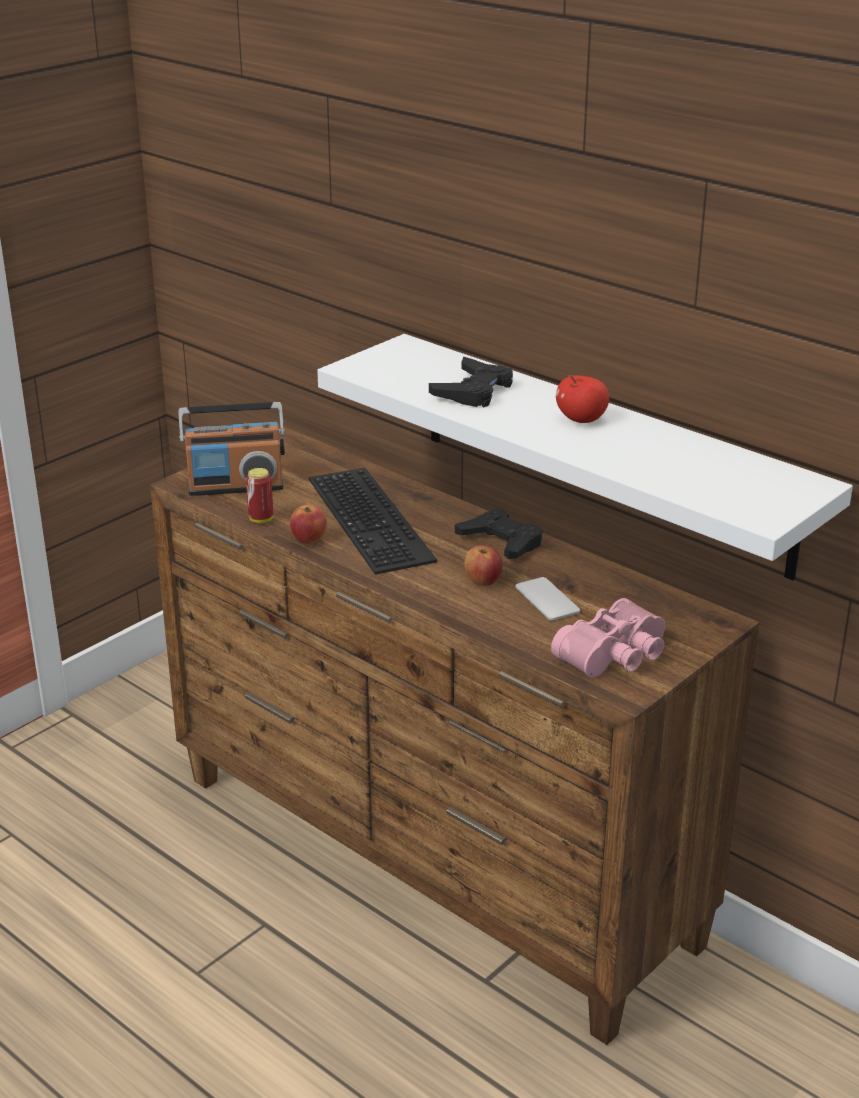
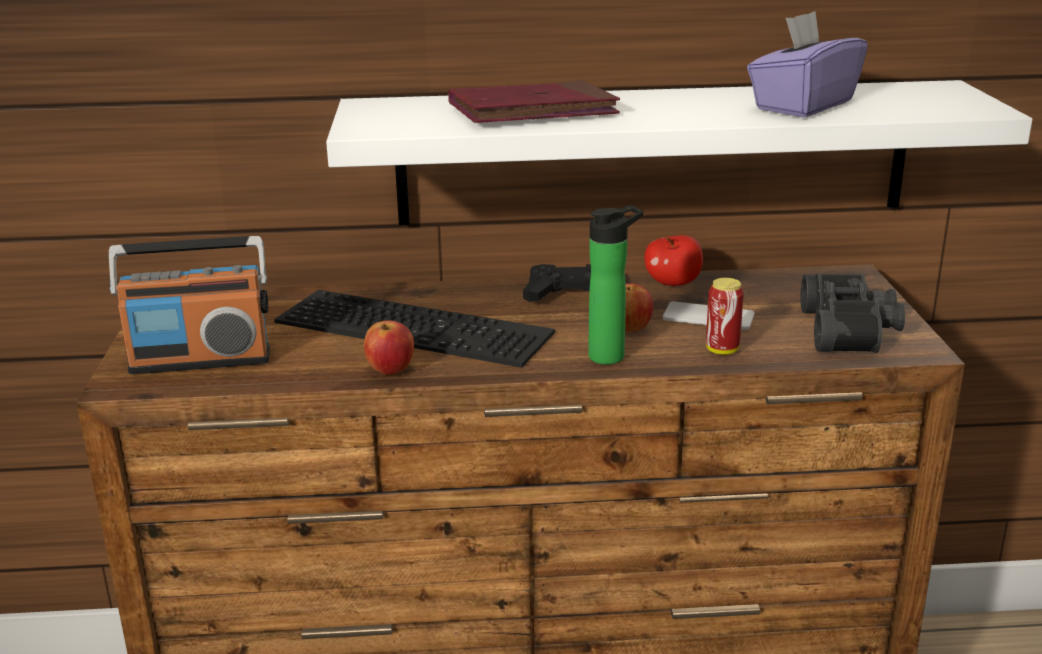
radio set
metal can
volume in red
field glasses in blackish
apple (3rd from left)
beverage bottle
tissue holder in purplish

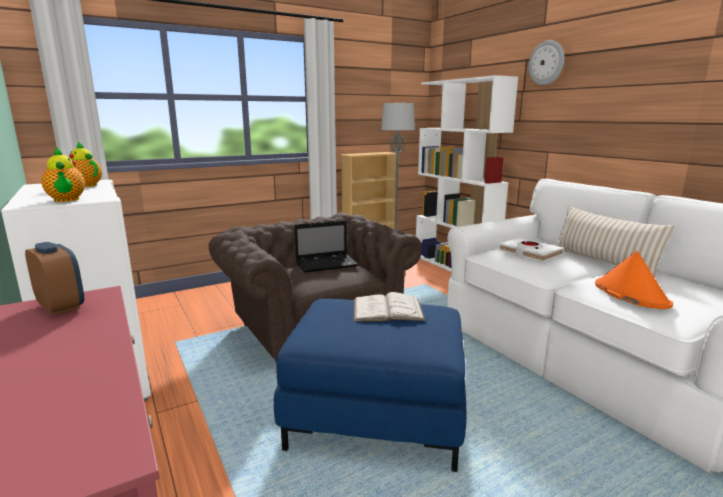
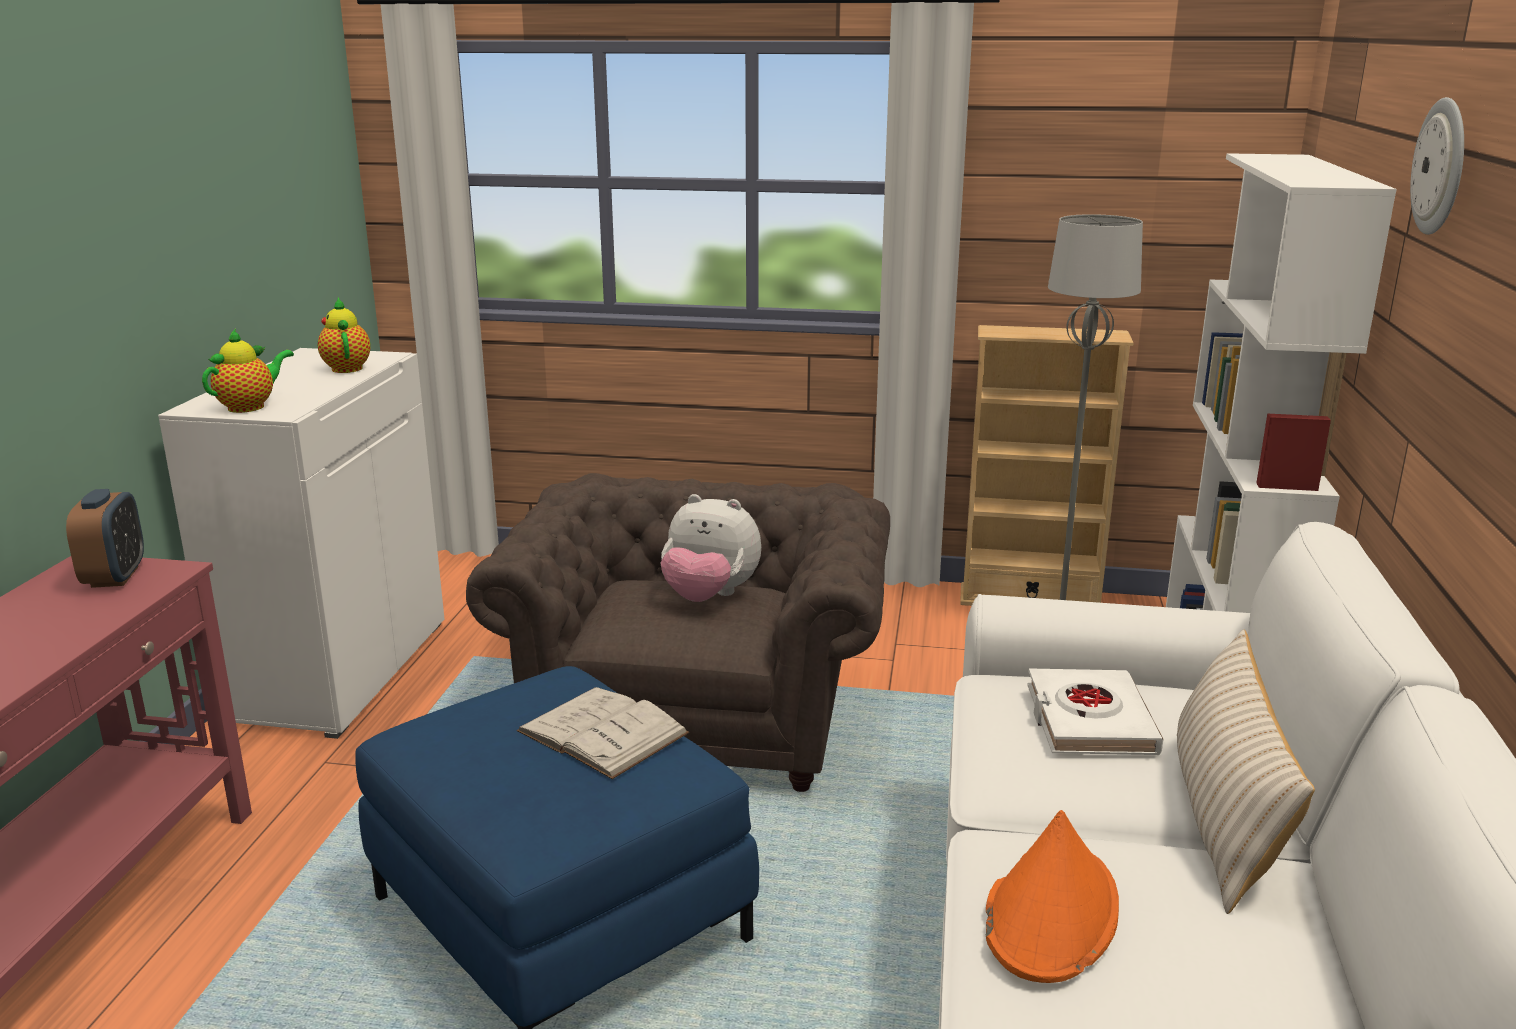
teapot (1st from left)
cuddly toy

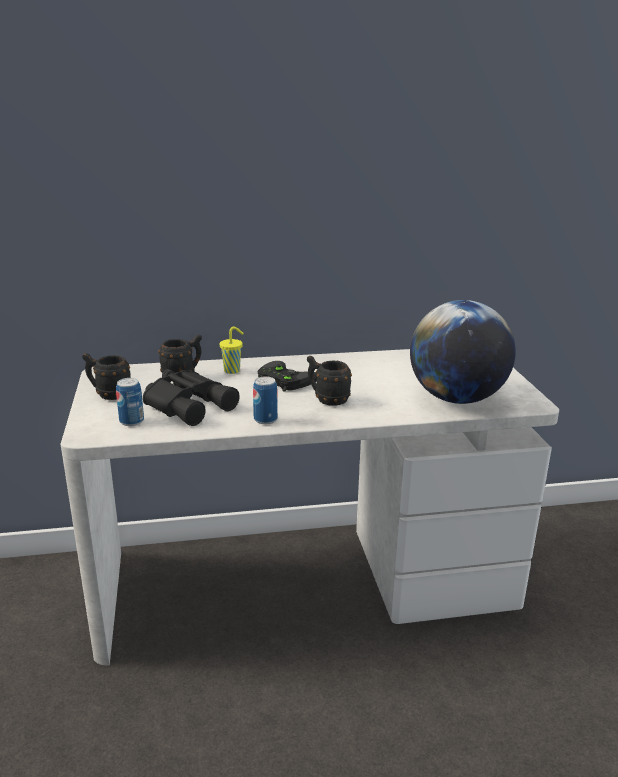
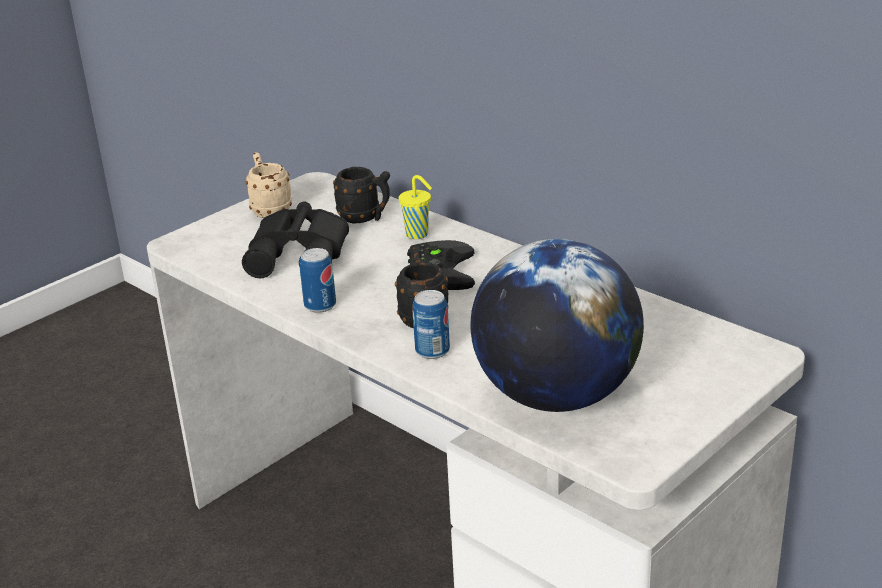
coffee mug in sand-coloured
metal can (2nd from left)

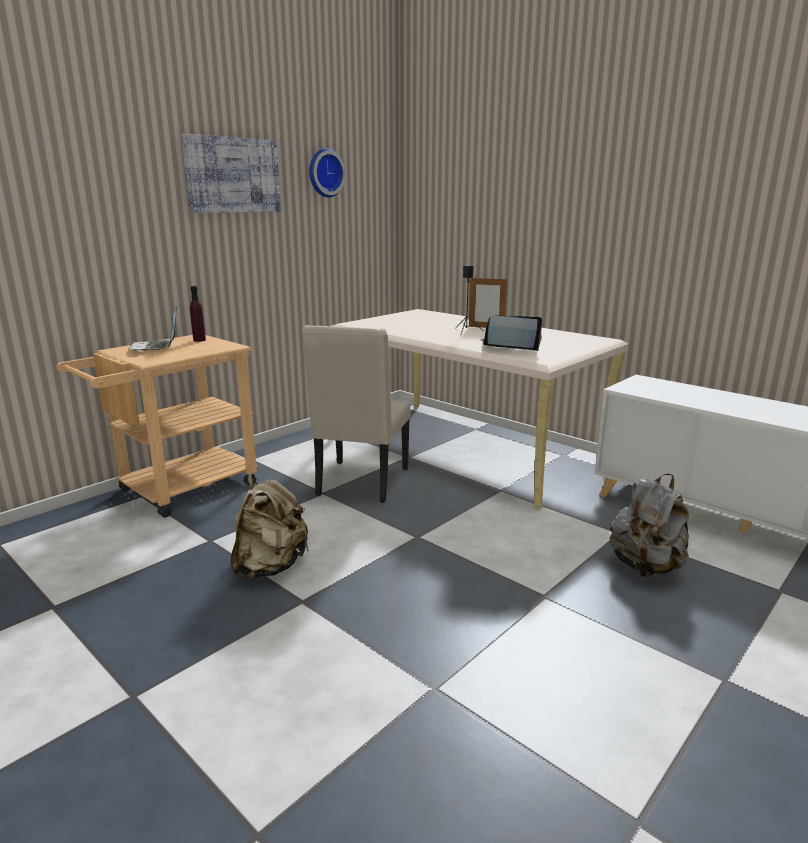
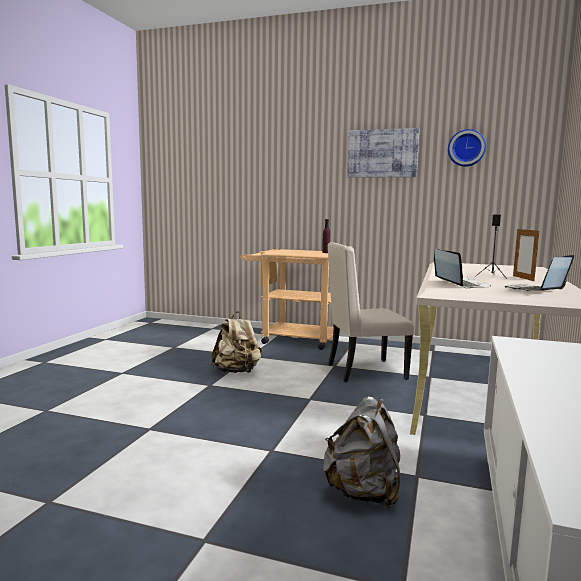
notebook computer (2nd from left)

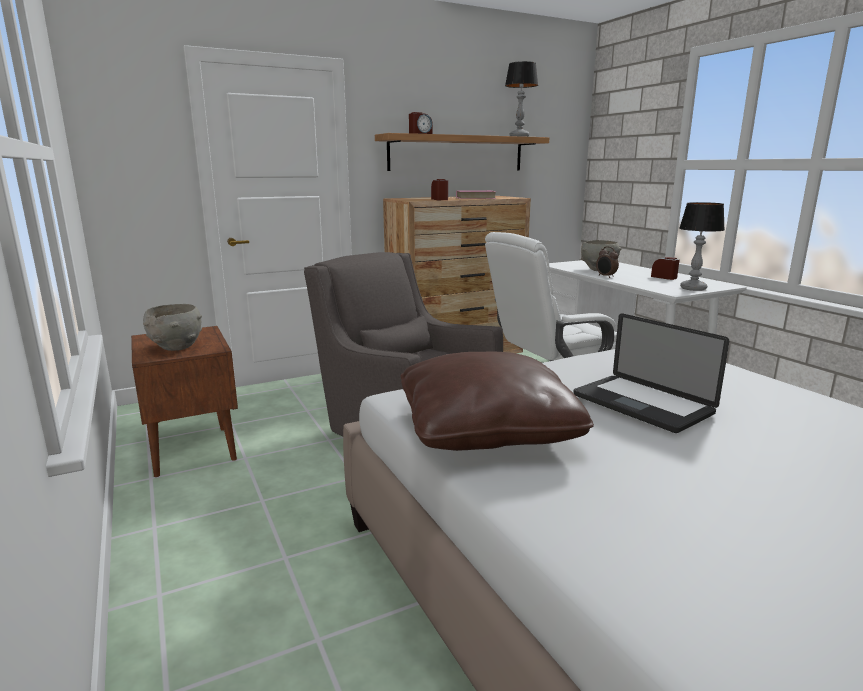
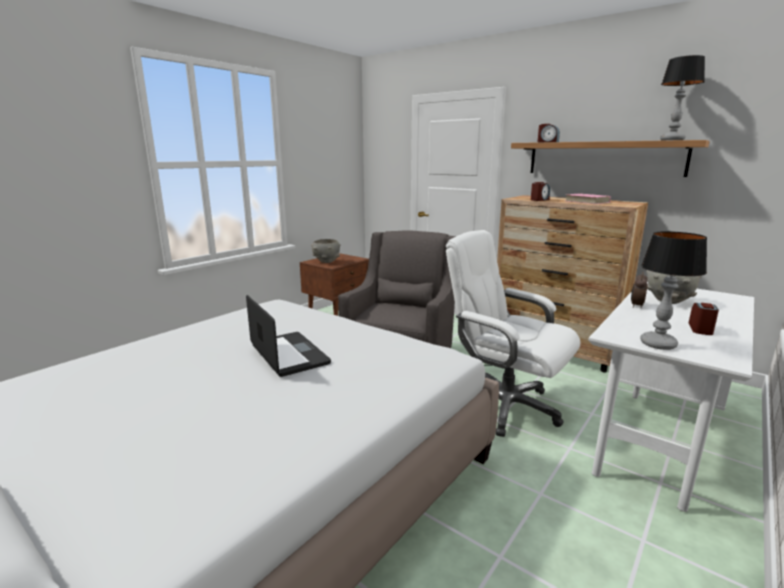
cushion in brown-coloured
notebook computer

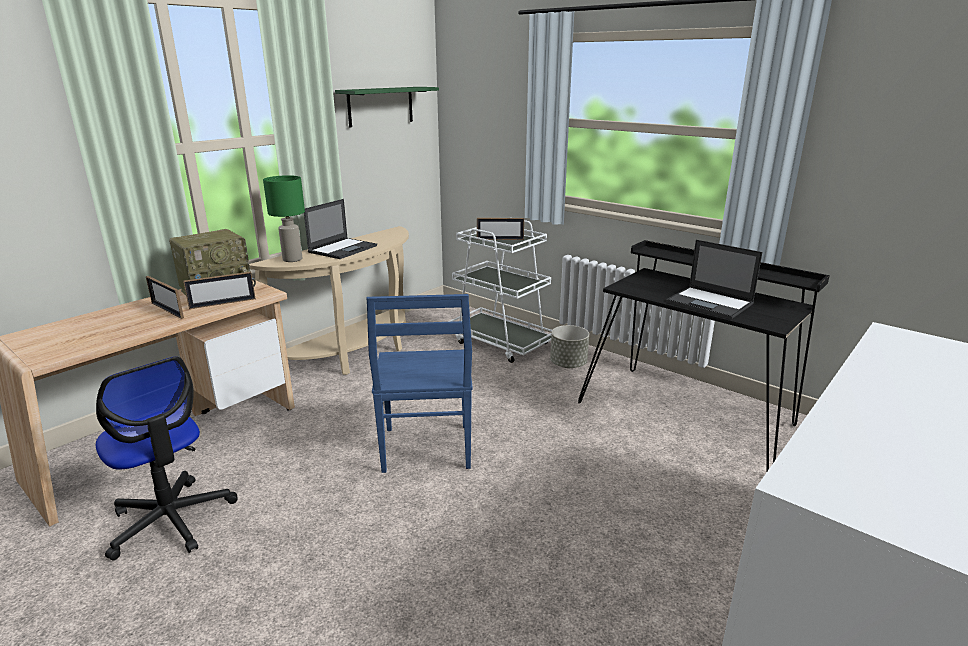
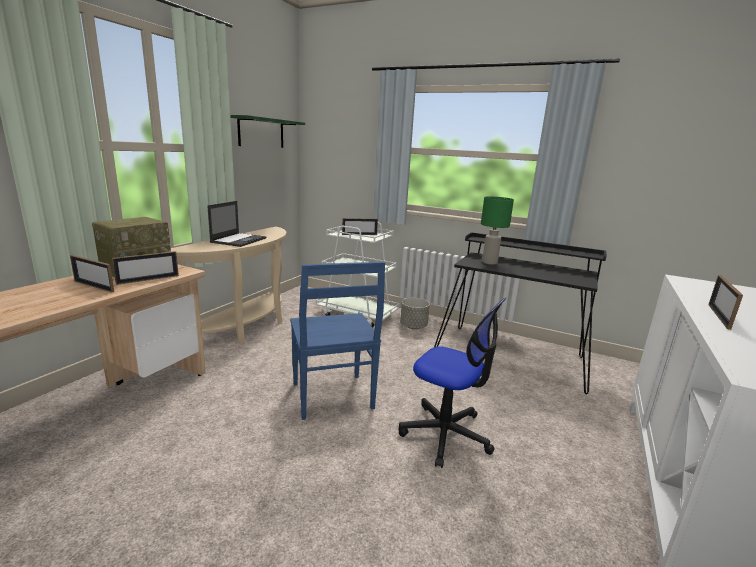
computer chair
lamp for a table in greenish
notebook computer (2nd from left in the first image)
standing frame (4th from left)

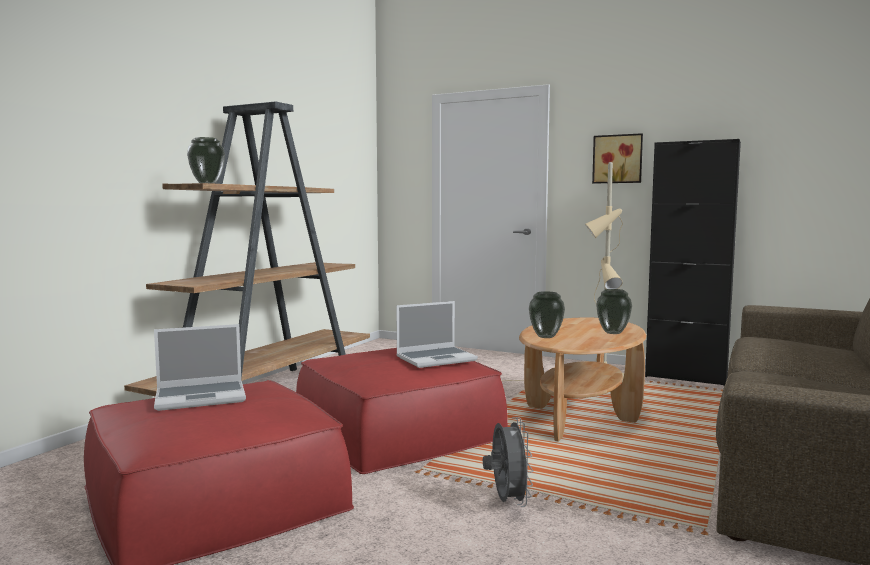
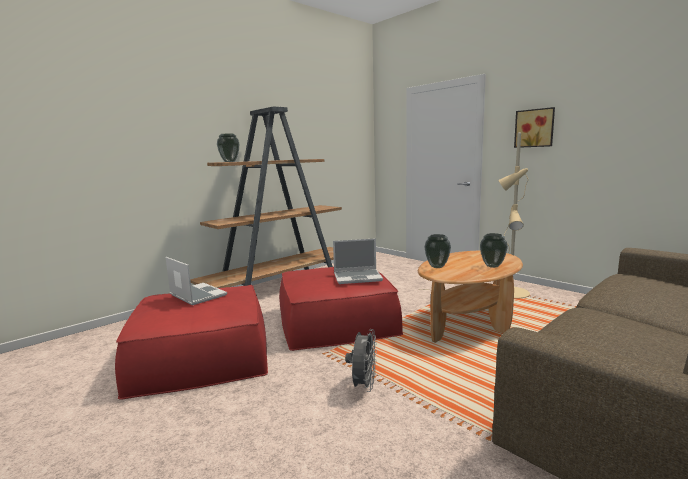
notebook computer (1st from left)
cupboard in blackish

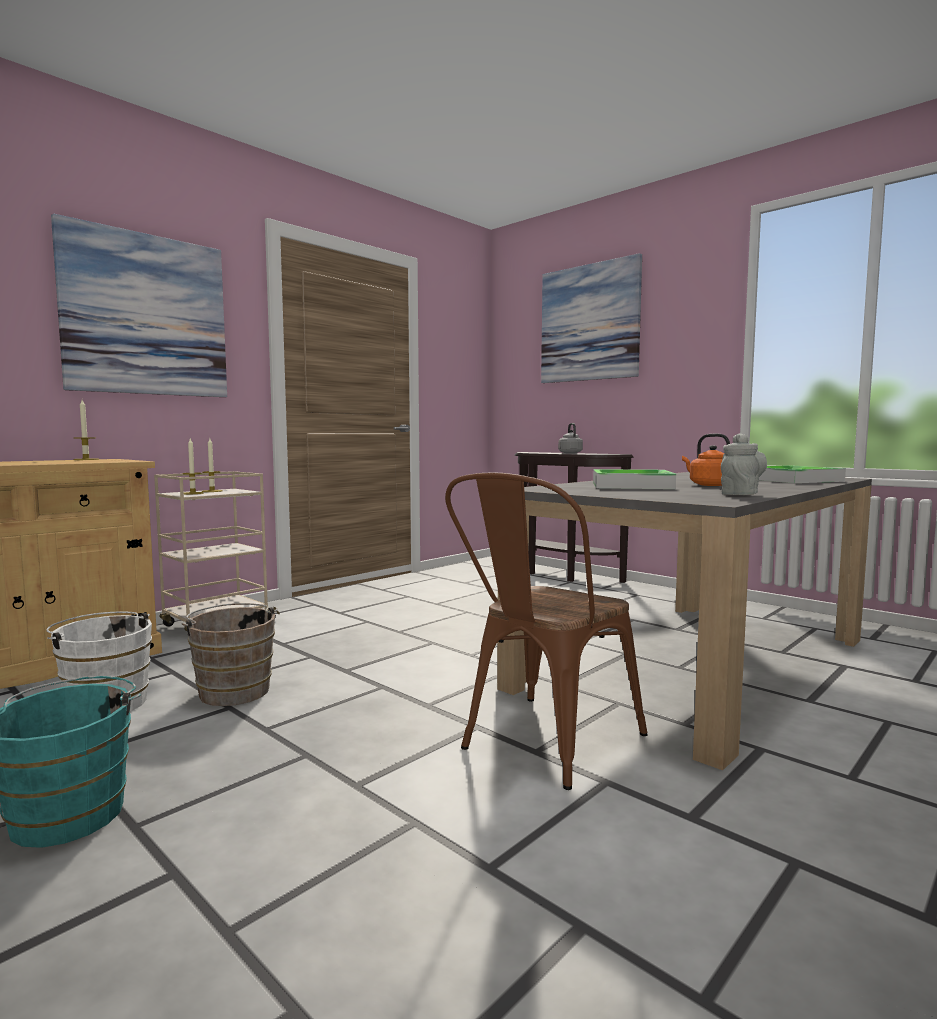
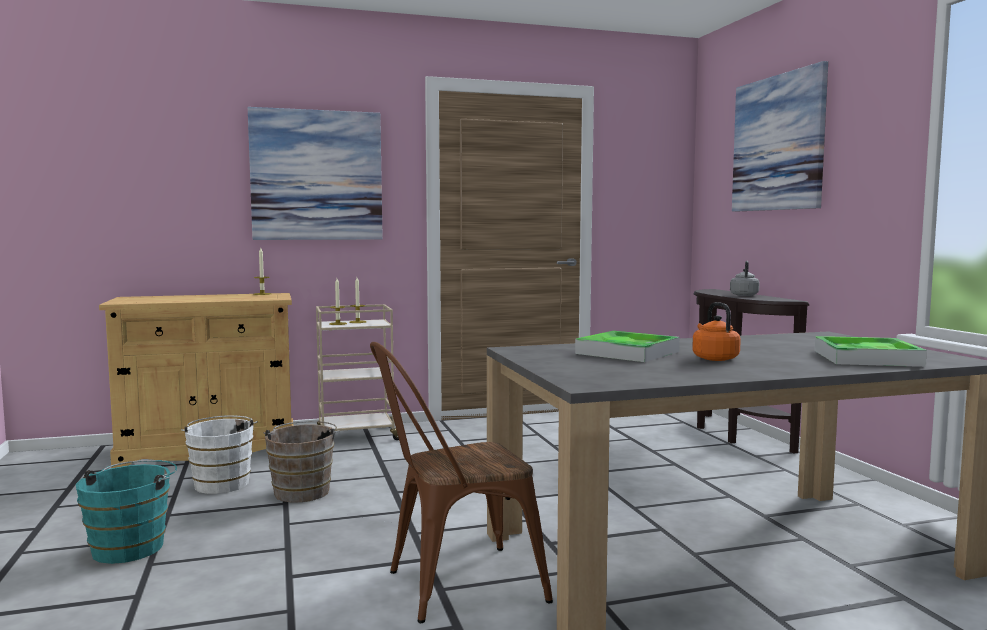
teapot in gray

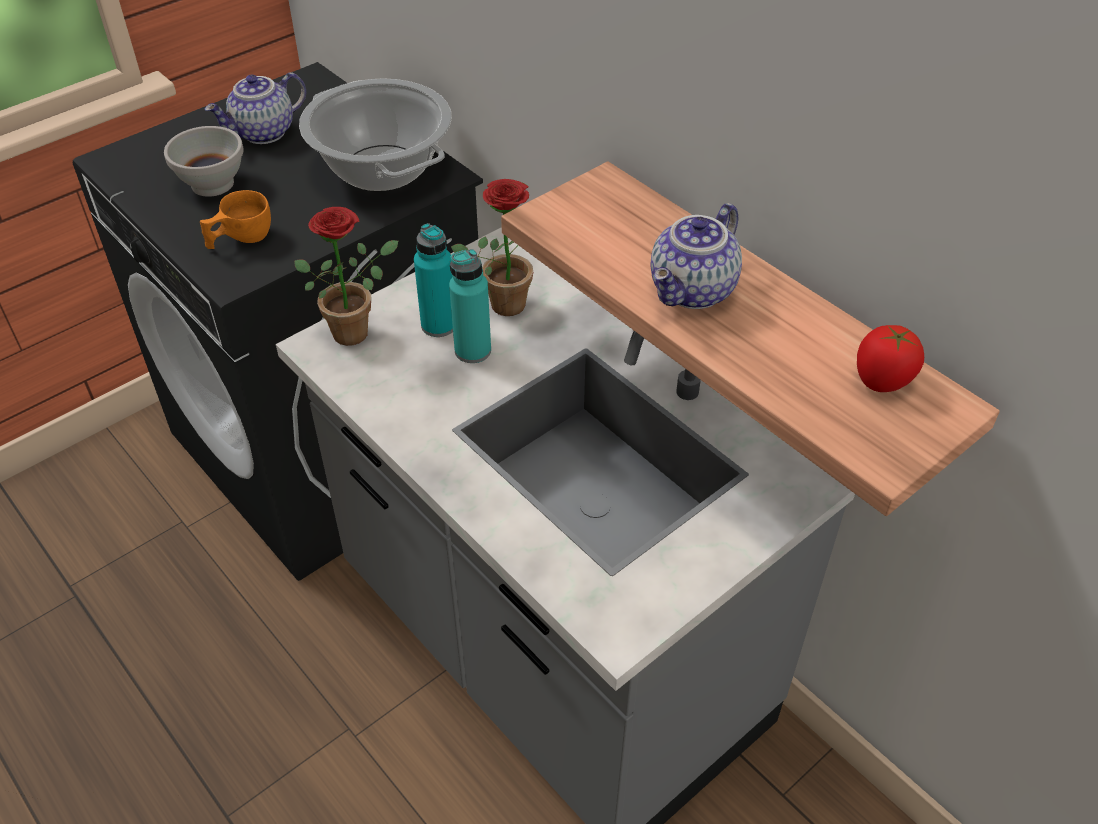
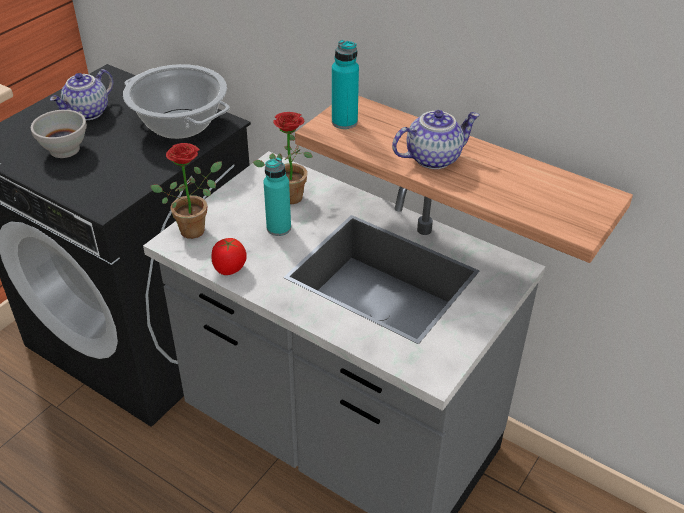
cup in orange-coloured
beverage bottle in blue-green (2nd from left)
teapot (2nd from left)
fresh tomato

